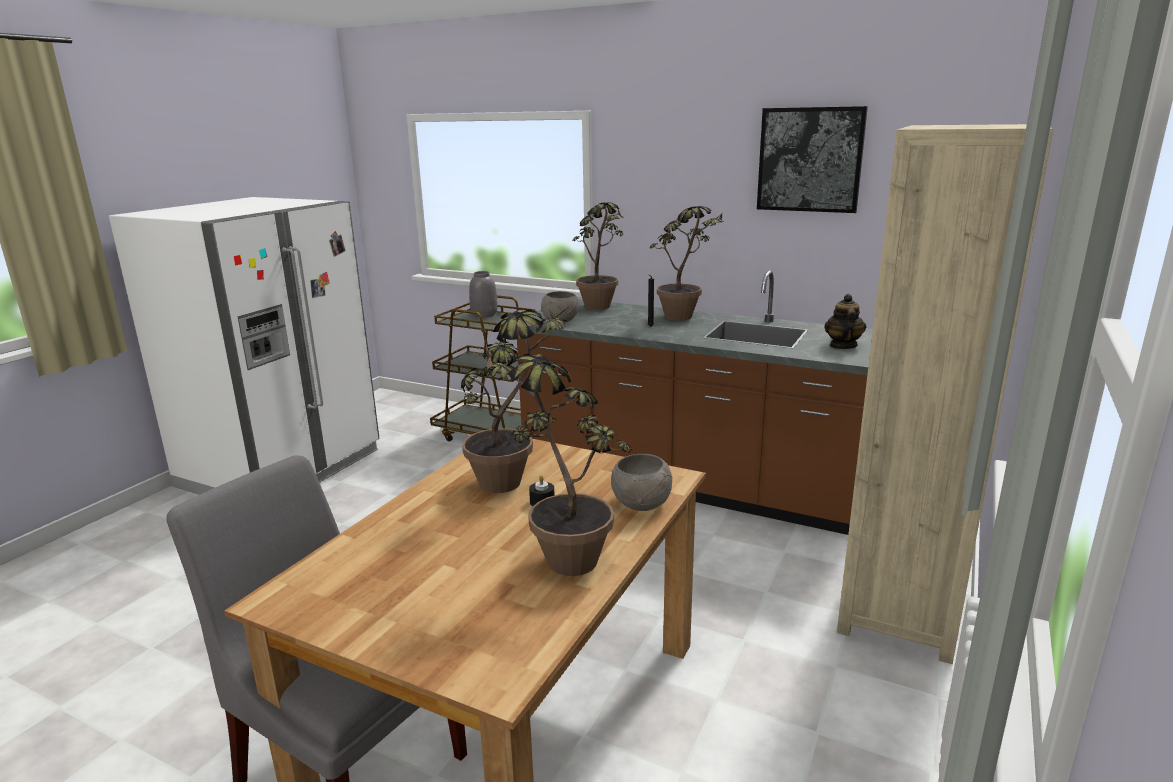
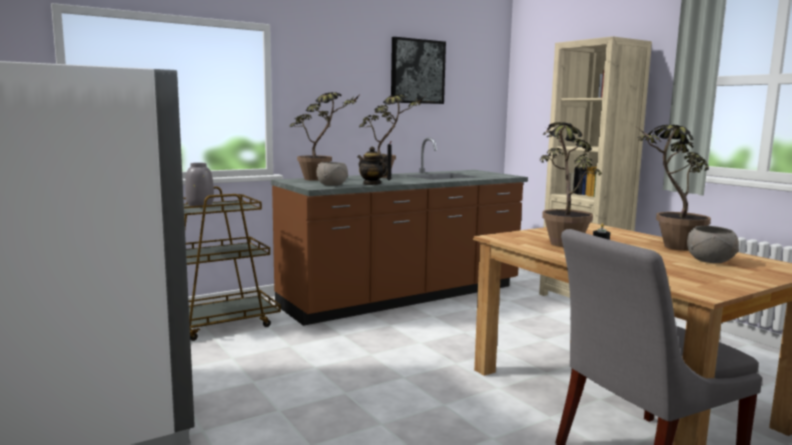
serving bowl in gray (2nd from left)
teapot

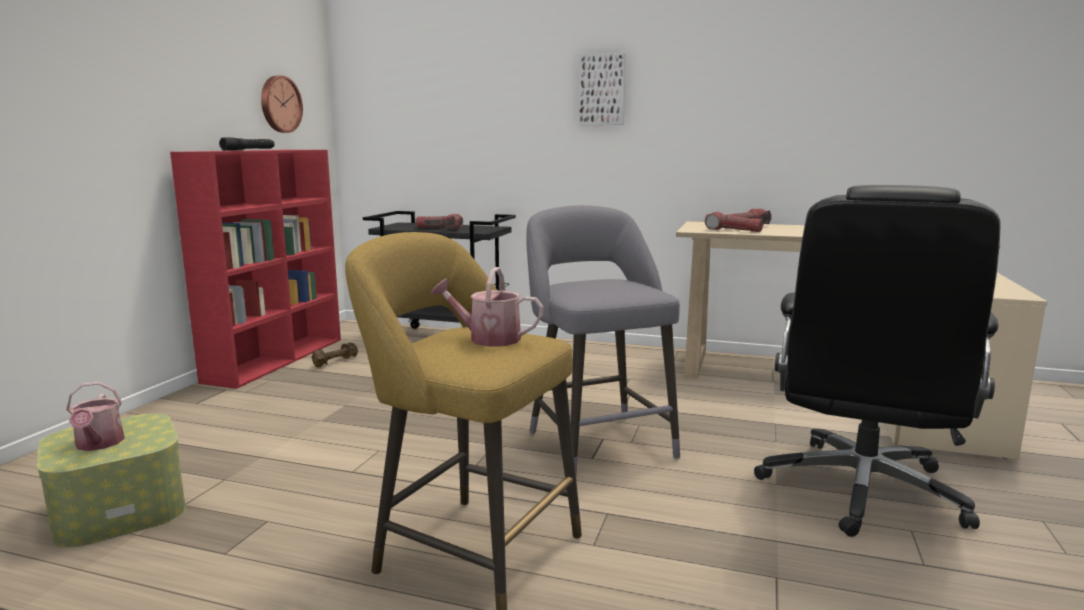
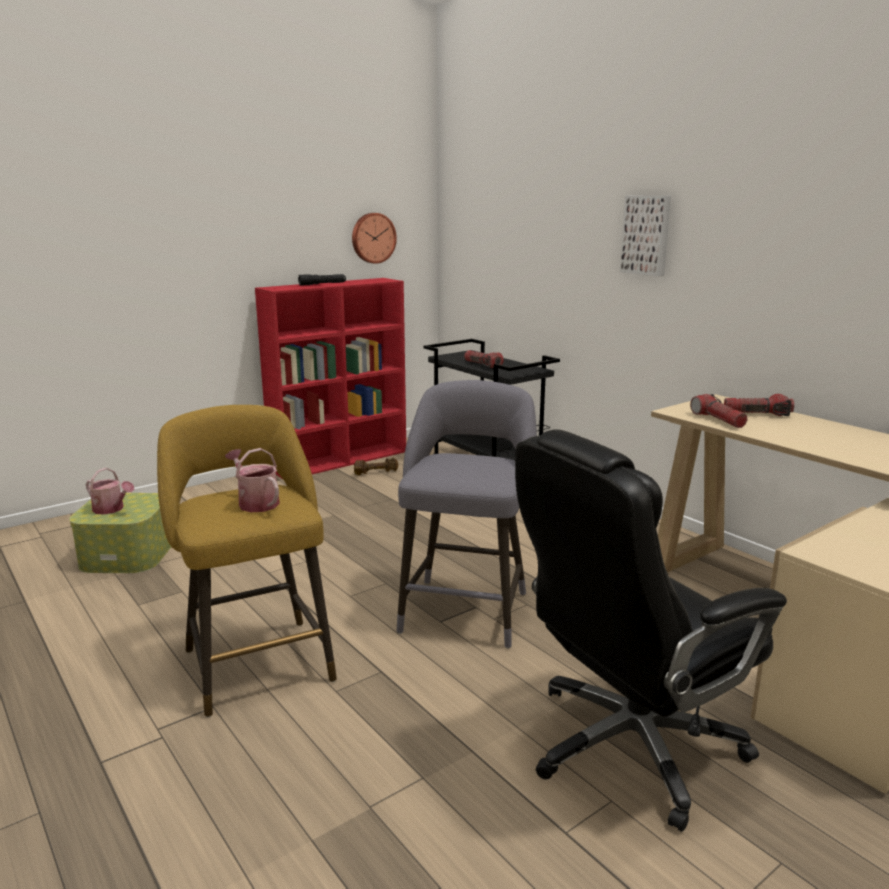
sprinkling can (1st from left)

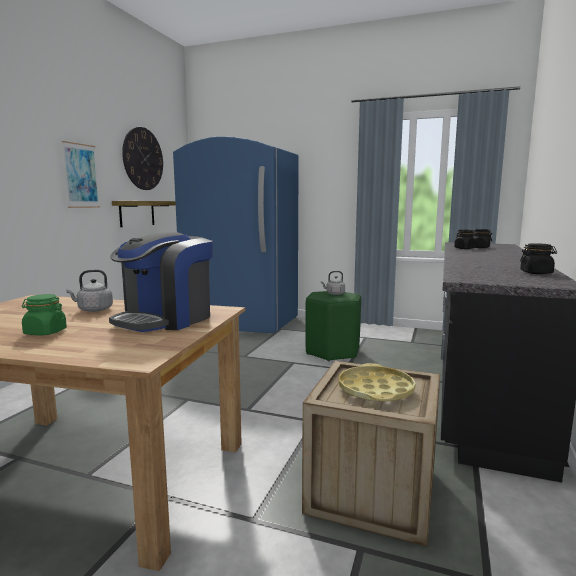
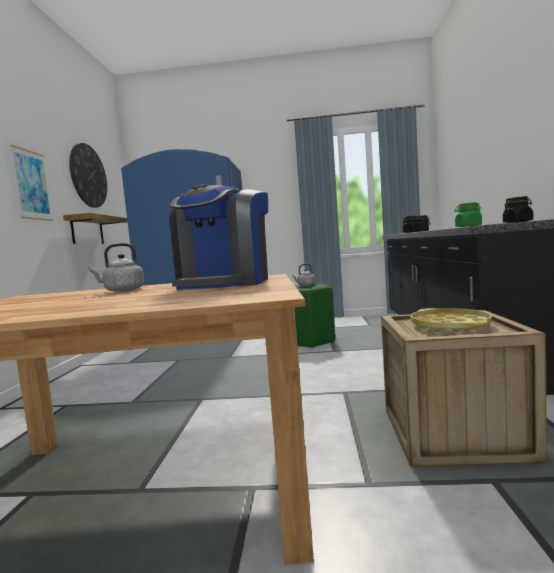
storage jar in greenish

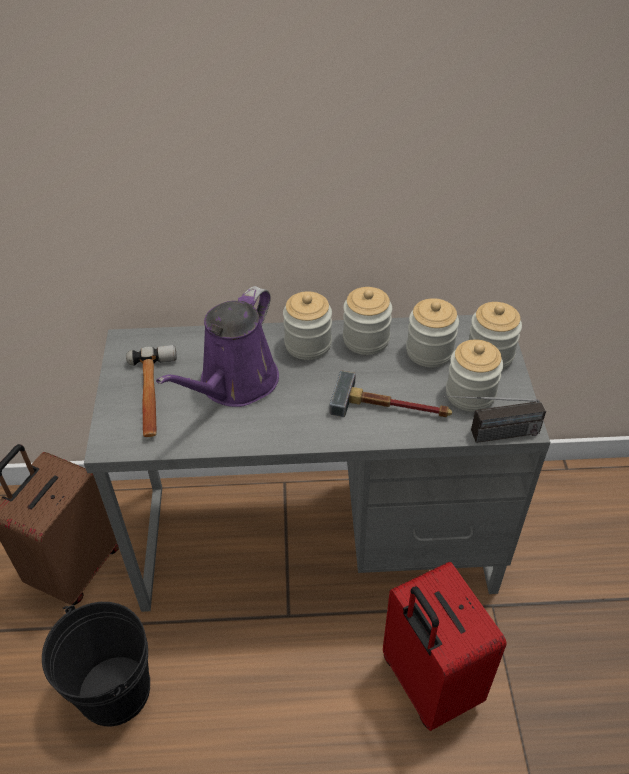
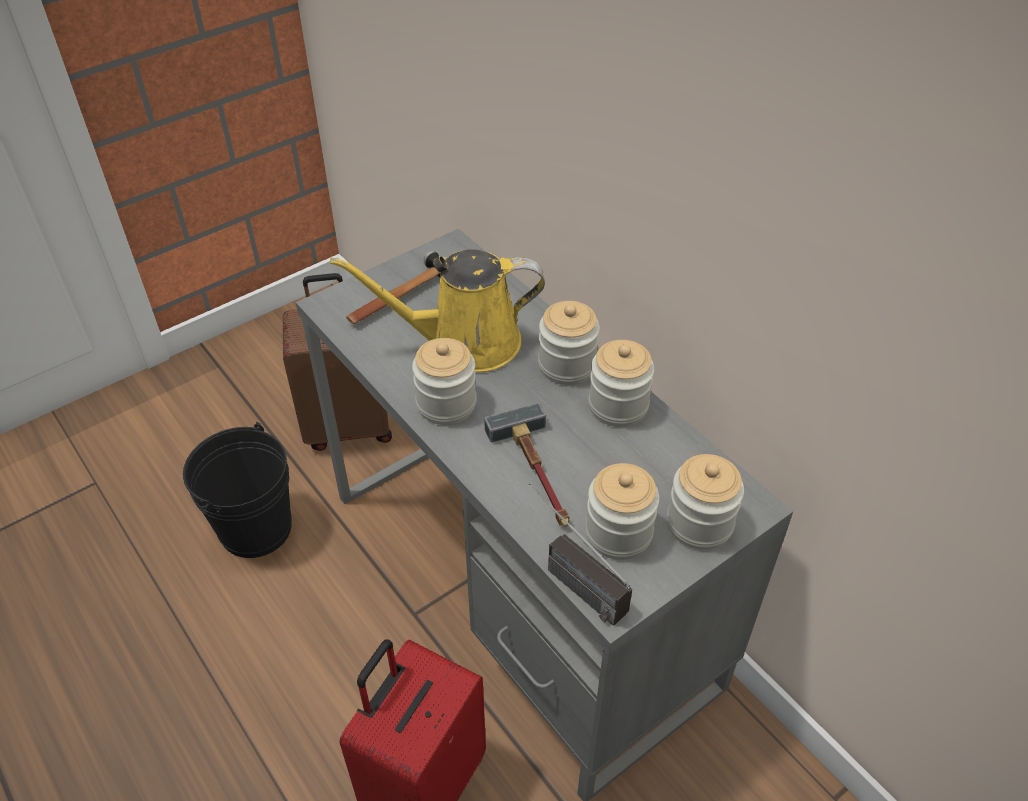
sprinkling can in yellow
storage jar (1st from left)

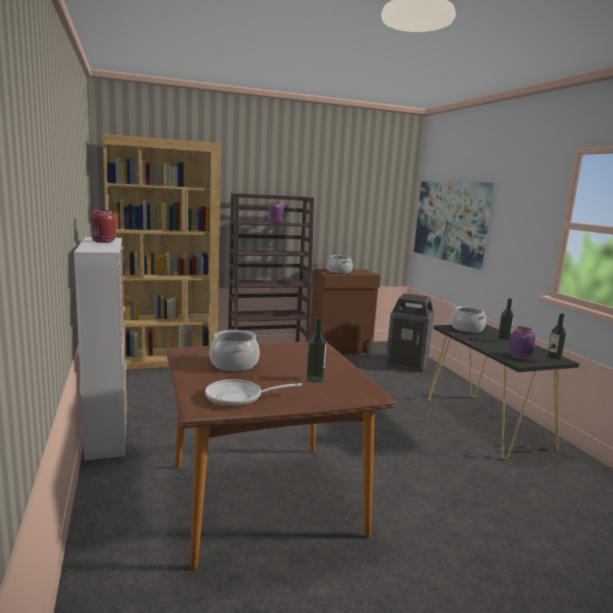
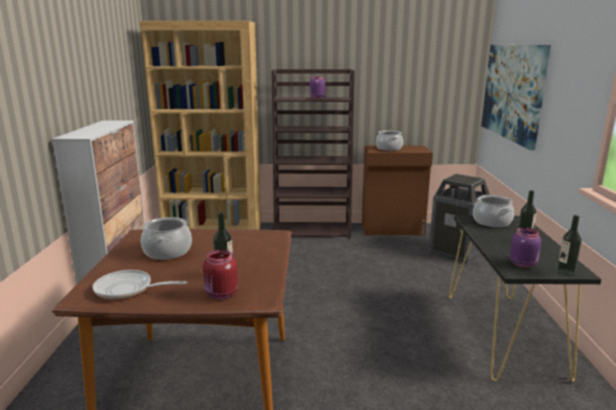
storage jar in red

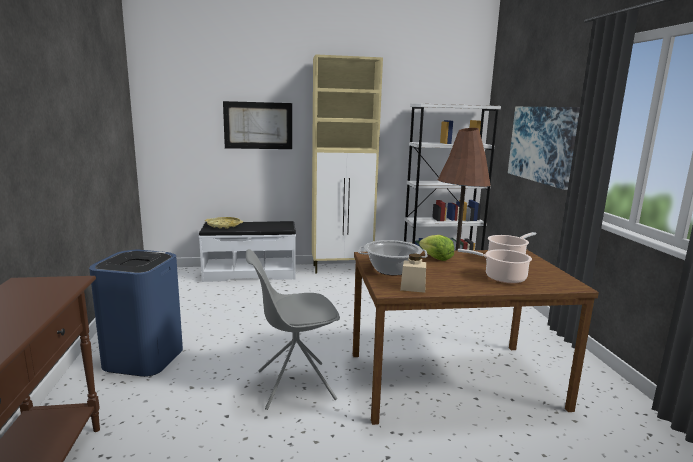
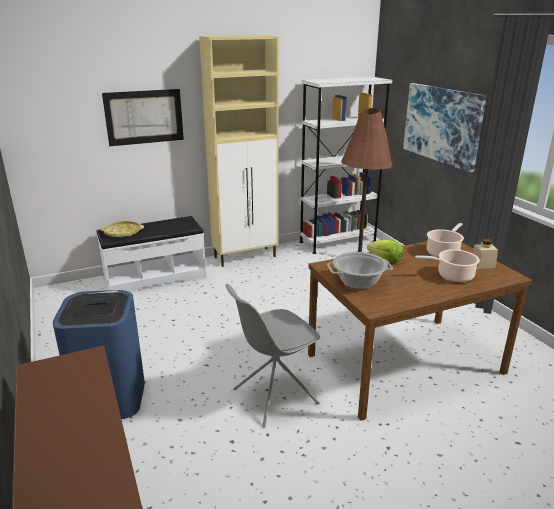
storage jar in sand-coloured

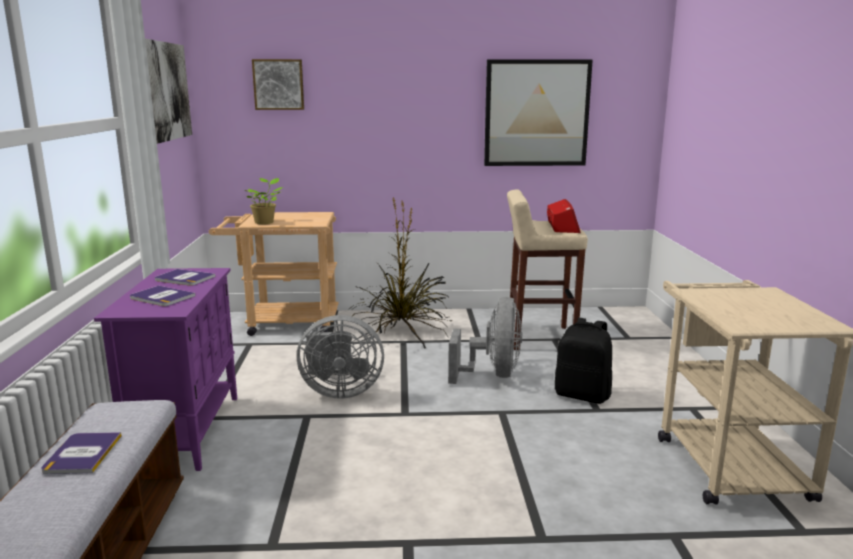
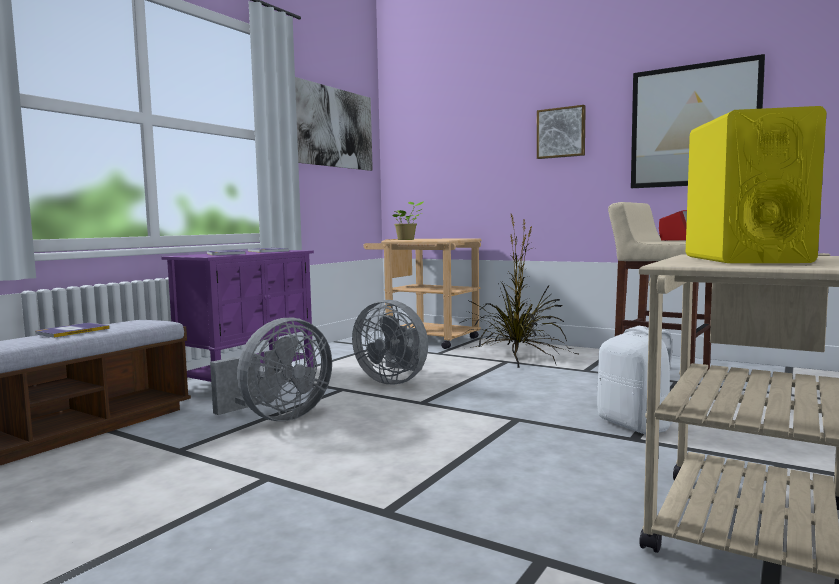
picture (2nd from left)
electric fan in gray (1st from left)
knapsack in whitish
audio speaker in yellow

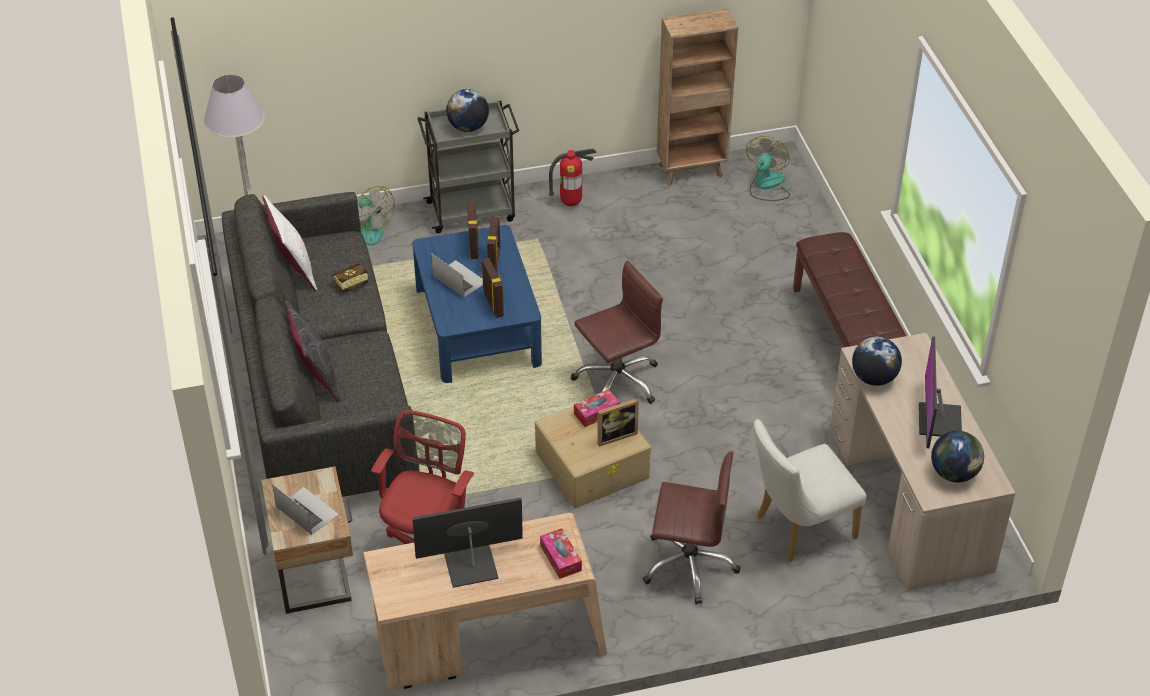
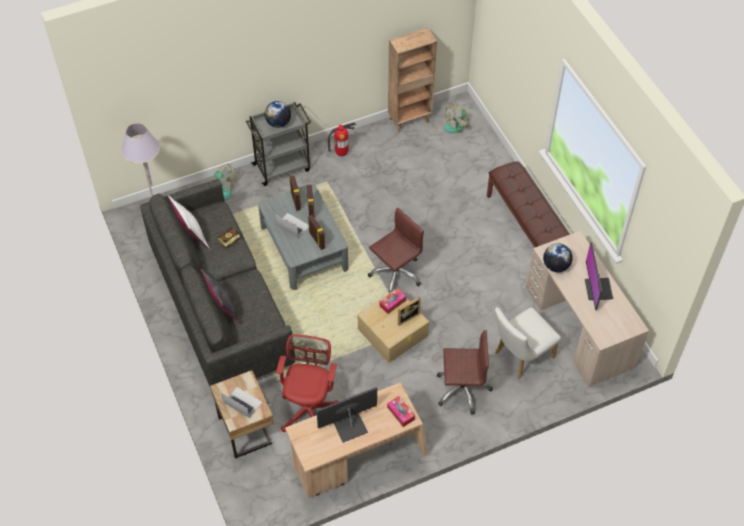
coffee table in gray
electric fan (2nd from left)
world globe (3rd from left in the first image)

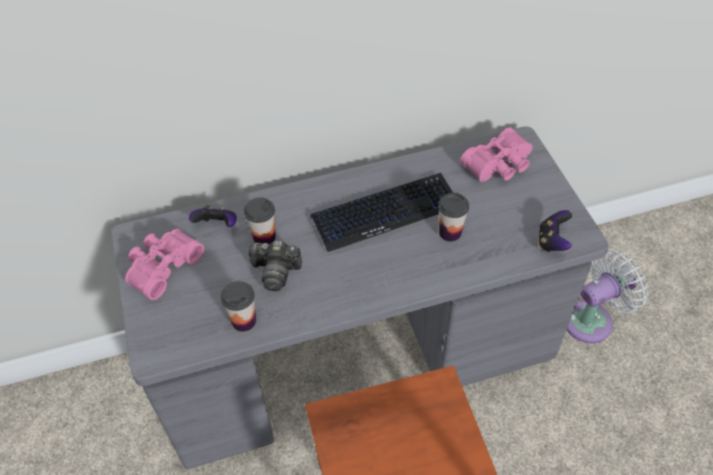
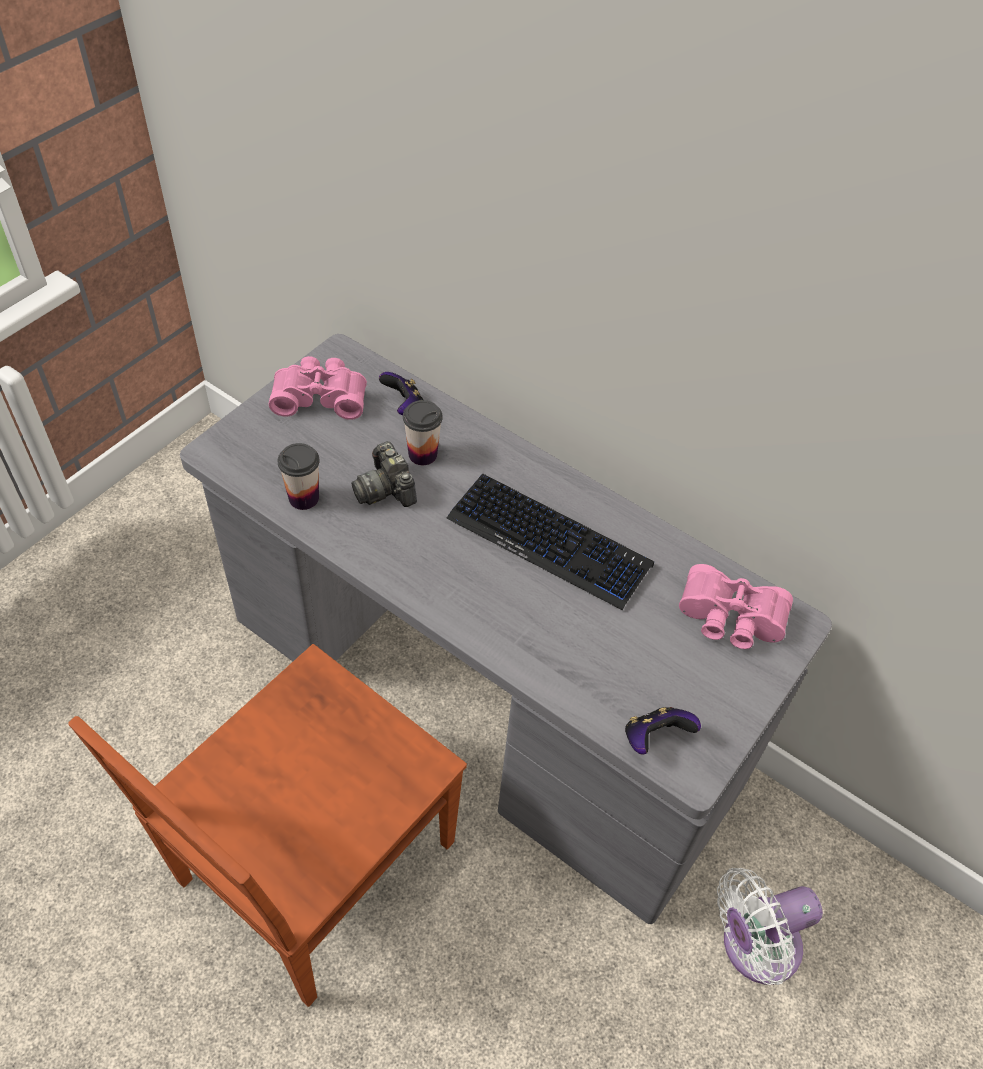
cup (3rd from left in the first image)
electric fan in whitish

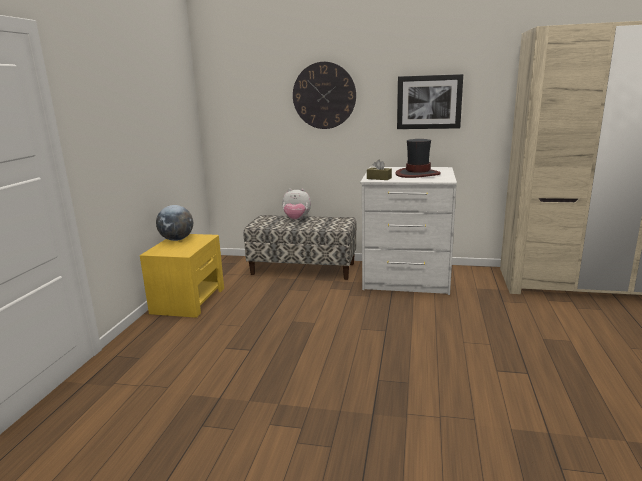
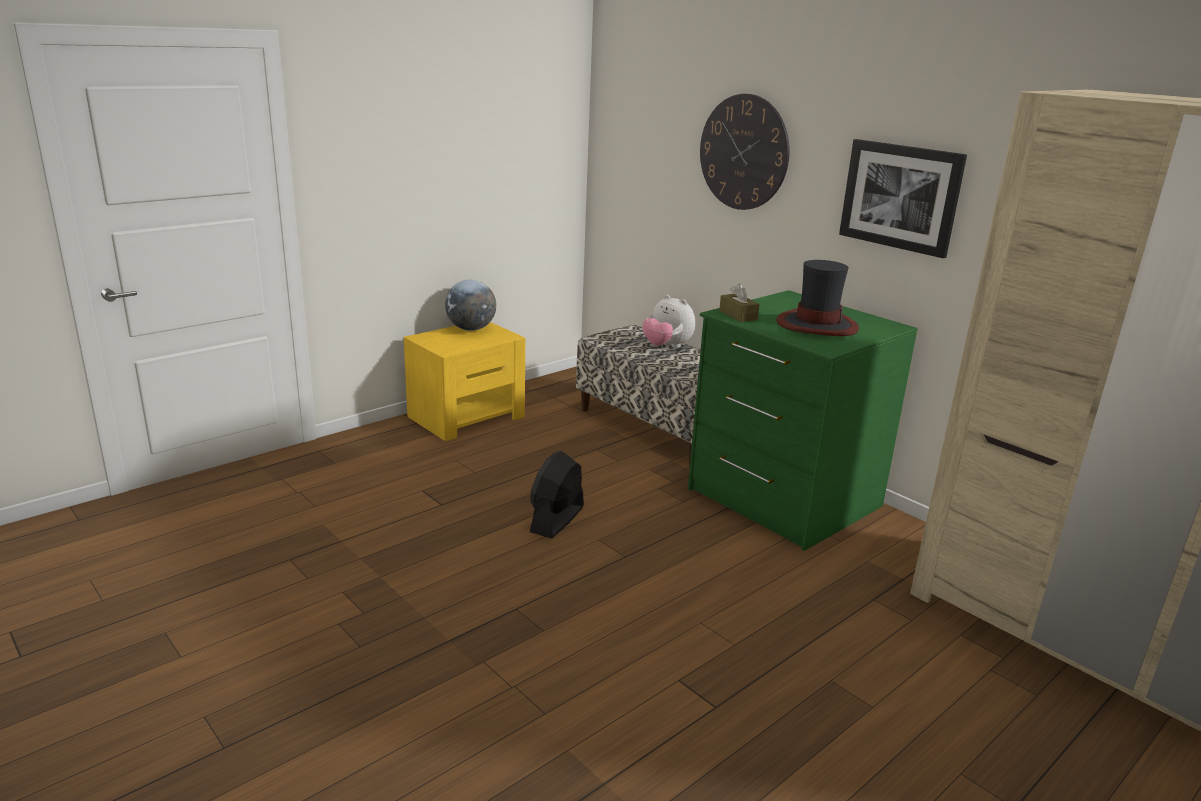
drawer chest in greenish
electric fan in blackish

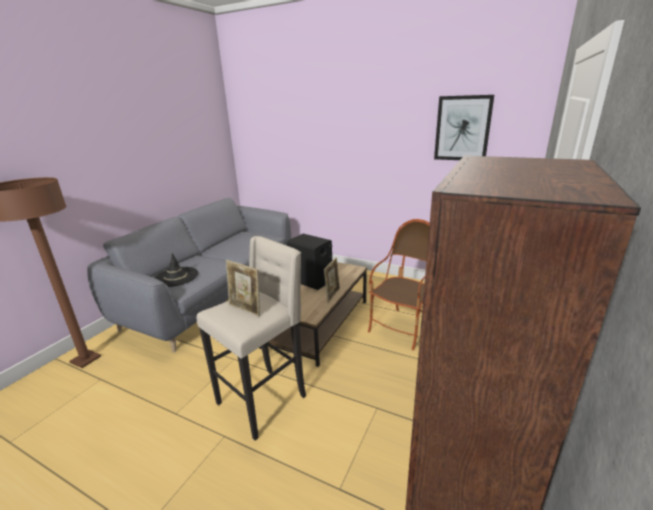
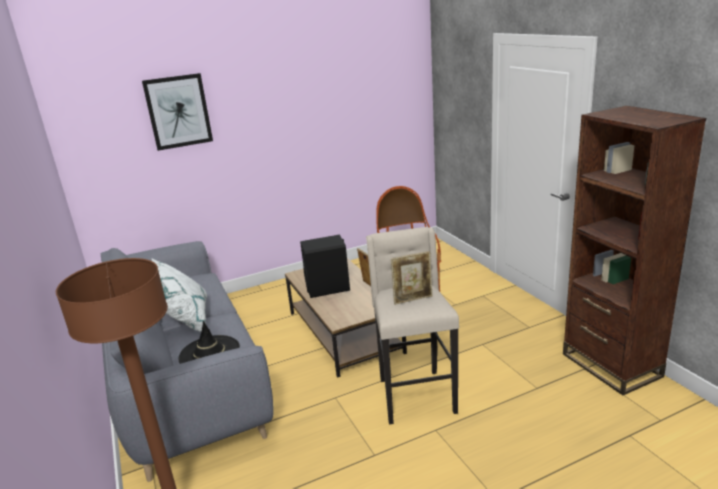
picture
cushion in whitish

